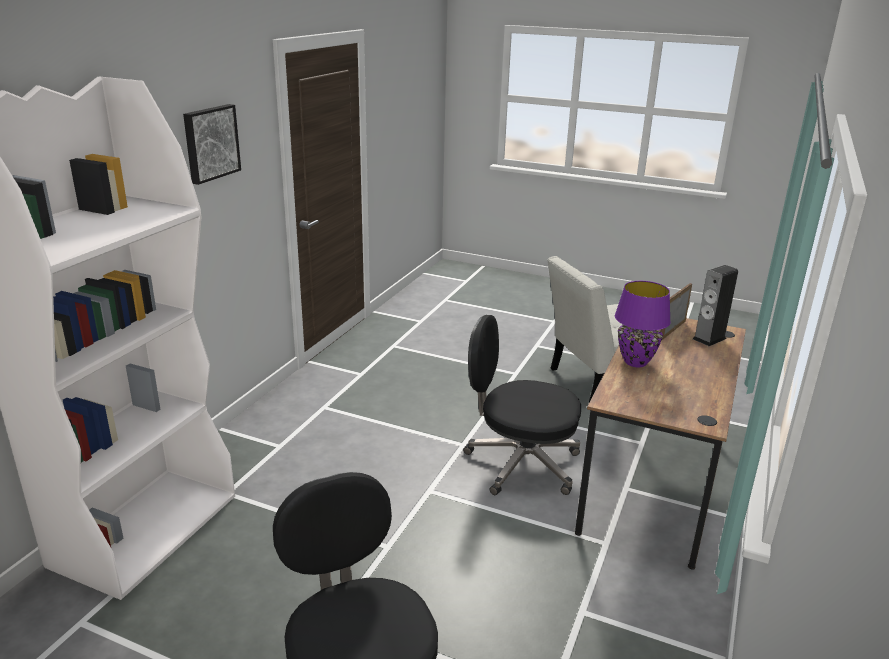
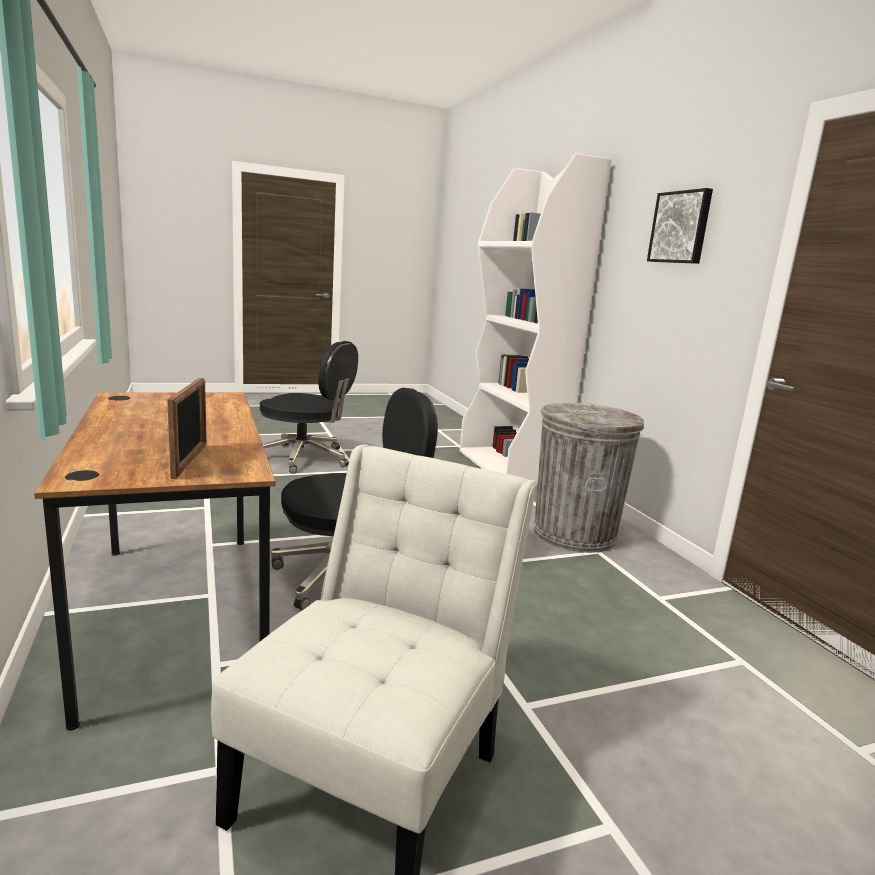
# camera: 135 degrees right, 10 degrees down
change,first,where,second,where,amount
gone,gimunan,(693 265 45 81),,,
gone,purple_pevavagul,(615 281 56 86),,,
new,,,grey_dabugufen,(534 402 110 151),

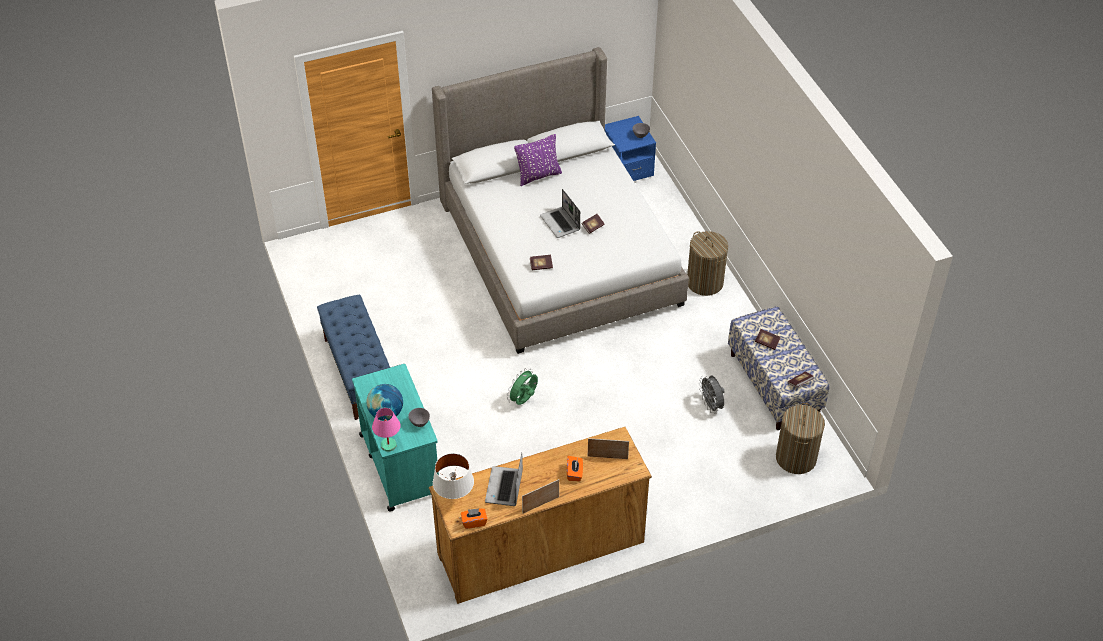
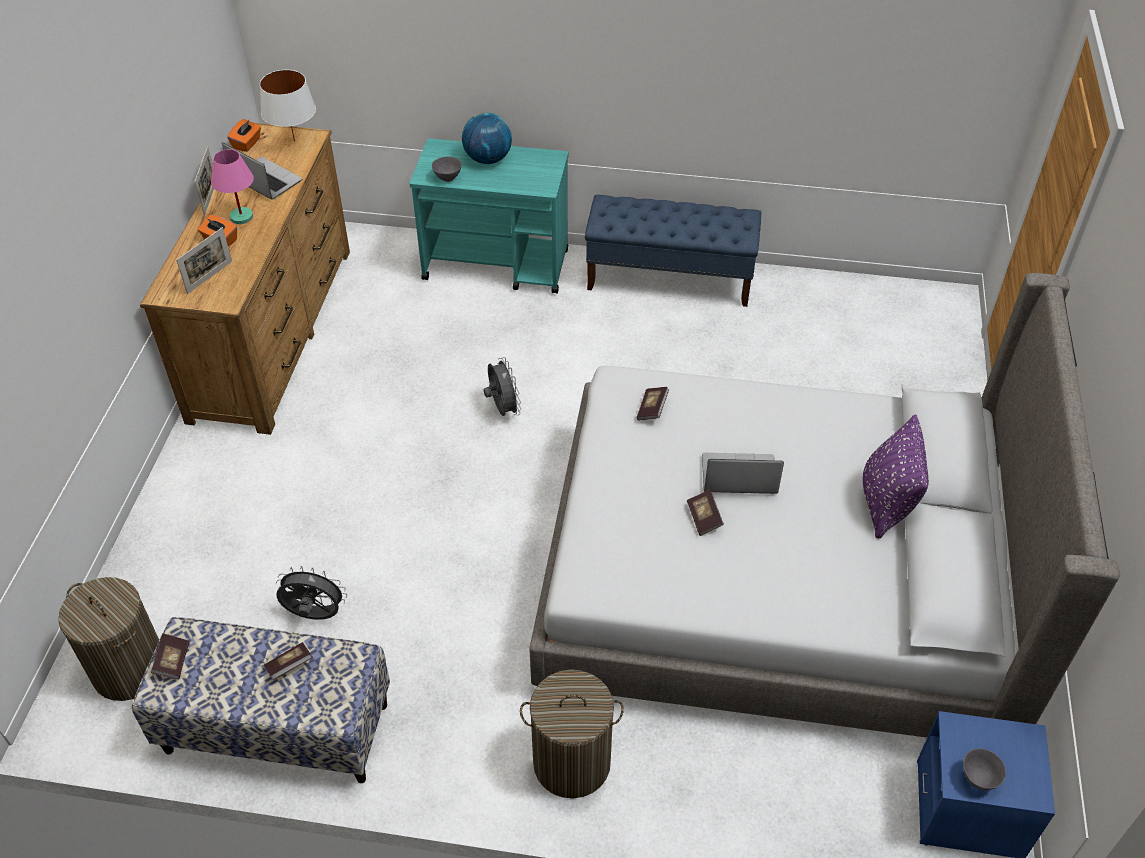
# camera: 120 degrees right, 0 degrees up
change,first,where,second,where,amount
repainted,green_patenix,(507 368 31 37),grey_patenix,(484 357 37 59),
shifted,pink_pevavagul,(372 408 29 44),,(211 149 43 75),

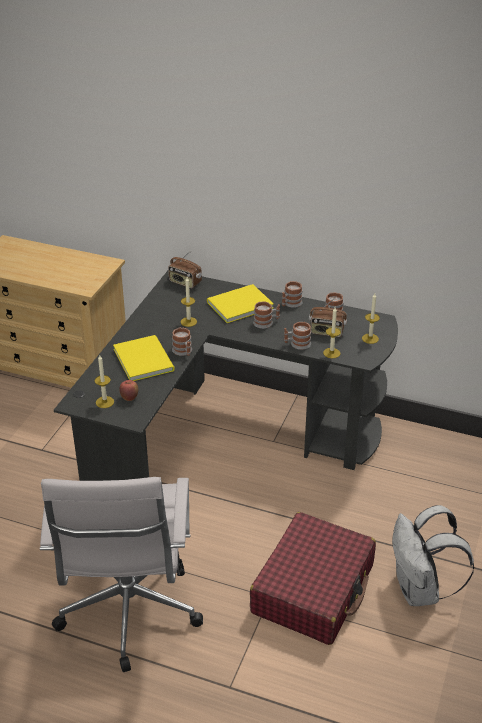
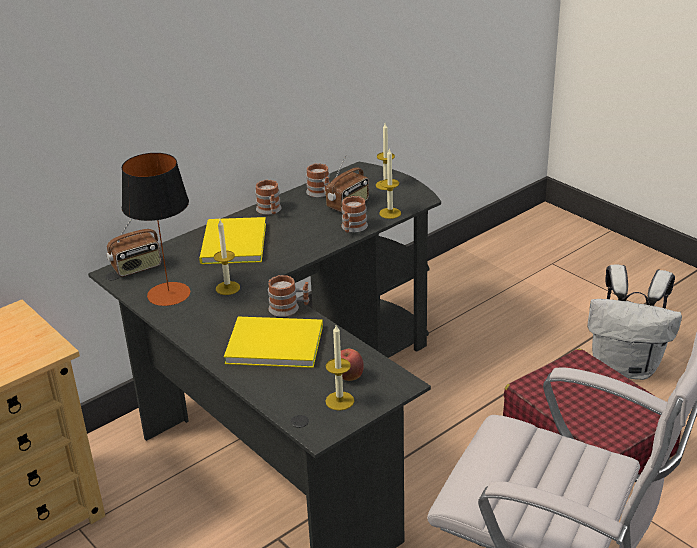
# camera: 60 degrees left, 5 degrees down
change,first,where,second,where,amount
gone,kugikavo,(253 302 27 27),,,
new,,,pevavagul,(122 153 68 153),

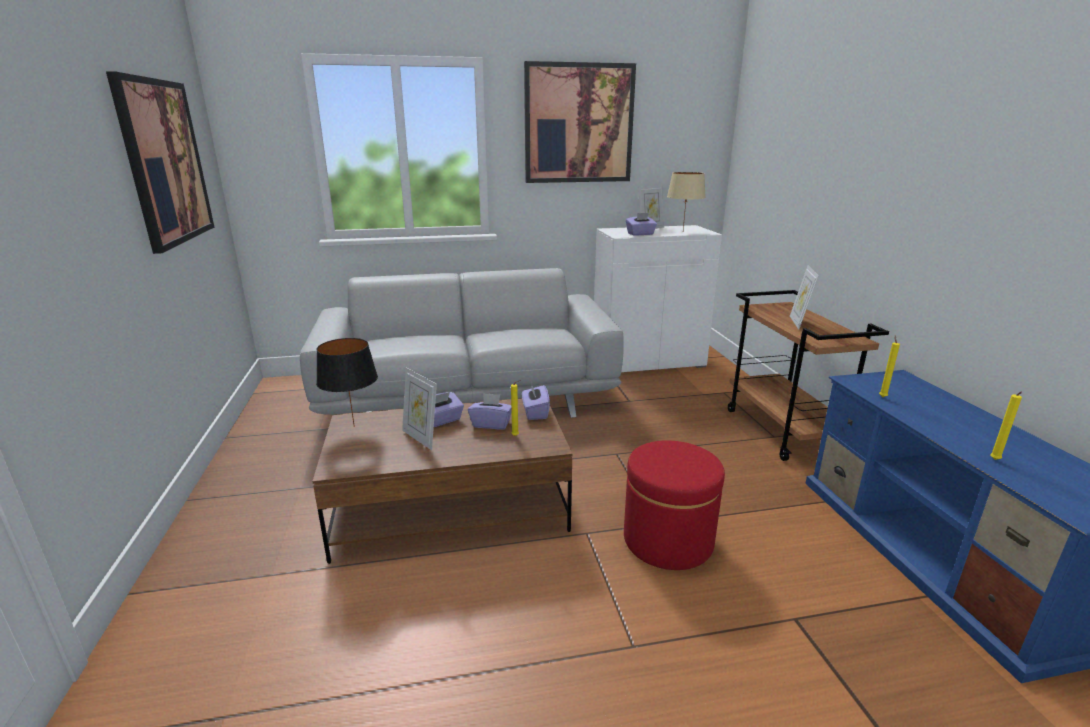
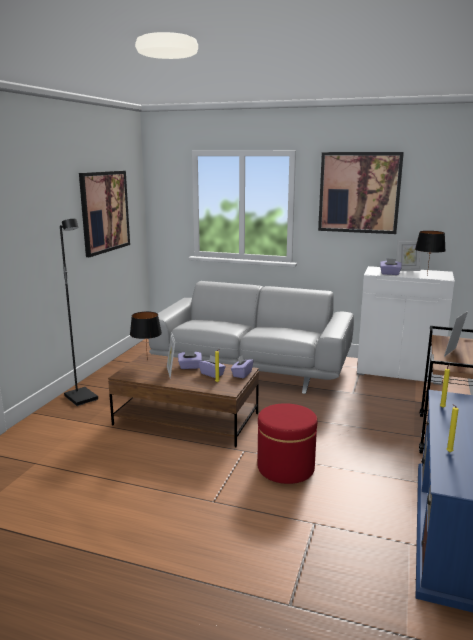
# camera: 30 degrees right, 5 degrees down
change,first,where,second,where,amount
repainted,beige_pevavagul,(667 172 39 58),black_pevavagul,(415 231 31 45),
new,,,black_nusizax,(60 219 38 187),

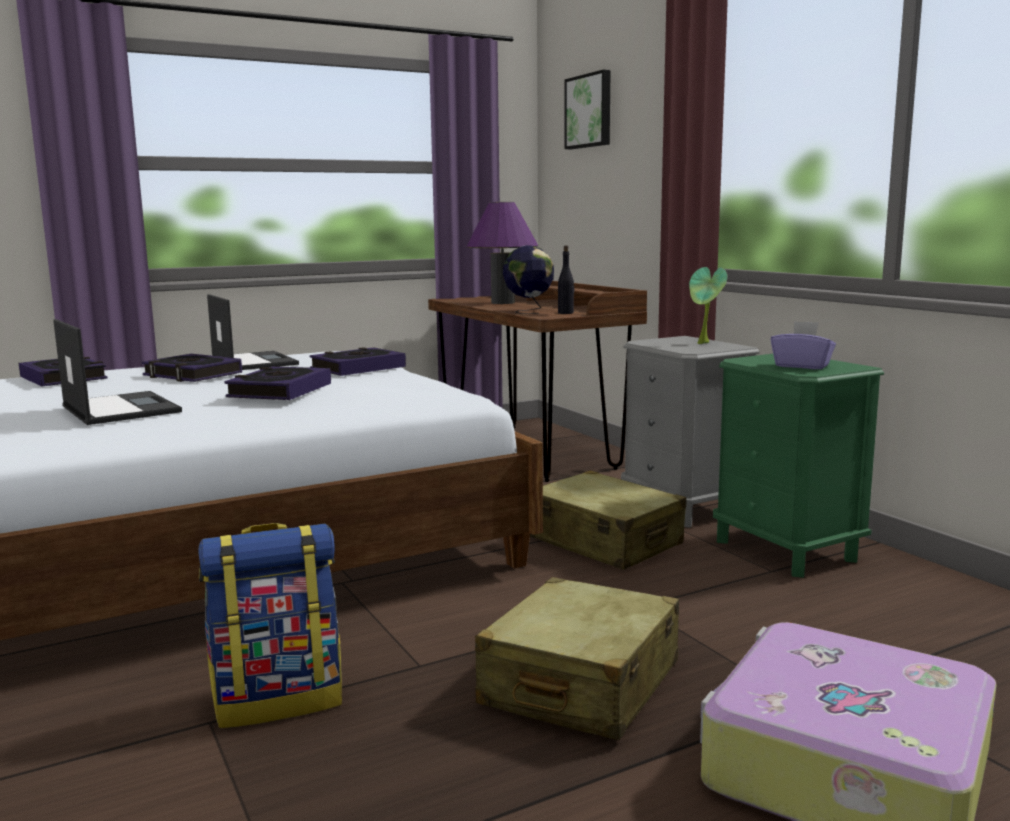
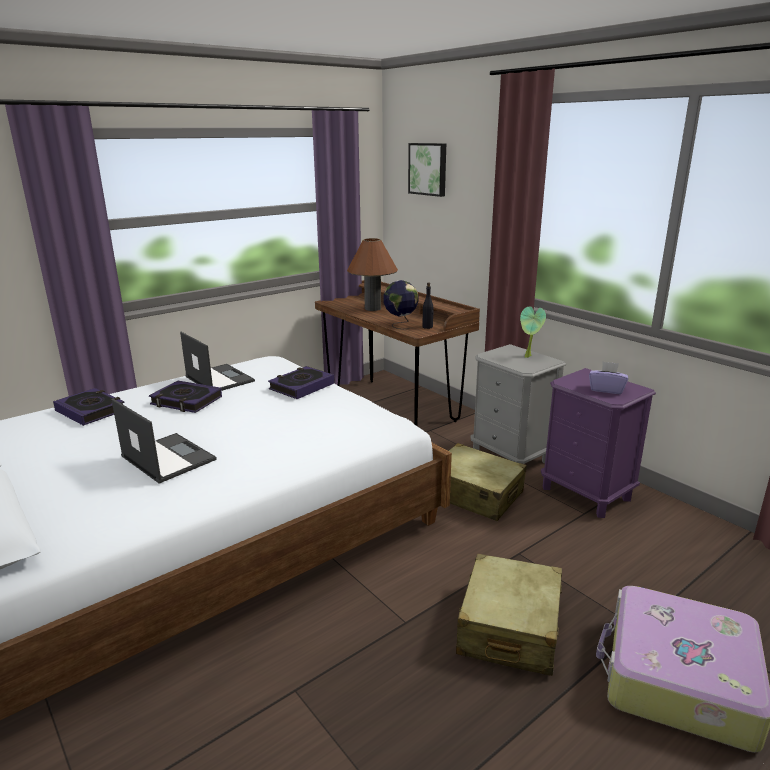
# camera: 10 degrees left, 10 degrees up
change,first,where,second,where,amount
repainted,purple_pevavagul,(466 202 72 102),brown_pevavagul,(347 238 51 73),
repainted,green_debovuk,(713 354 171 224),purple_debovuk,(541 368 115 150),
gone,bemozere,(224 366 107 34),,,
gone,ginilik,(198 523 144 205),,,

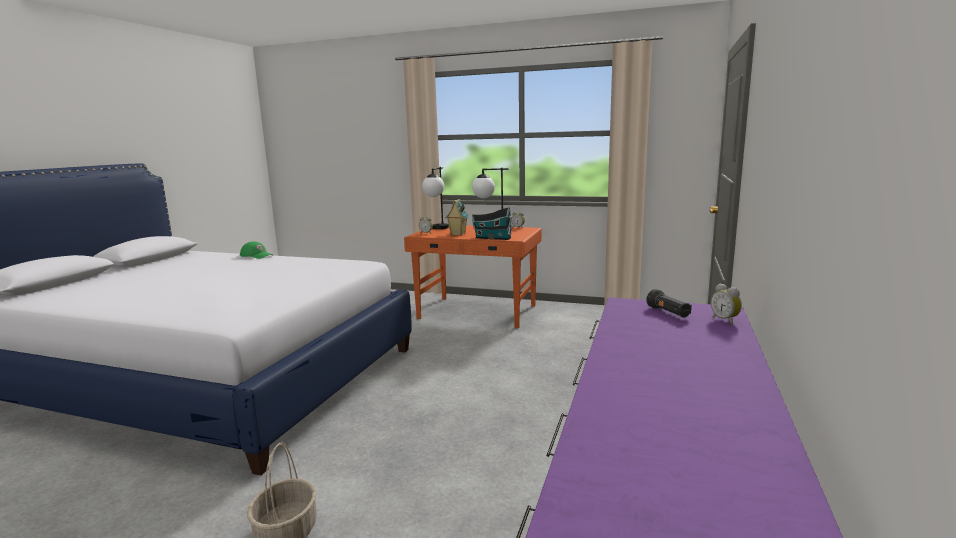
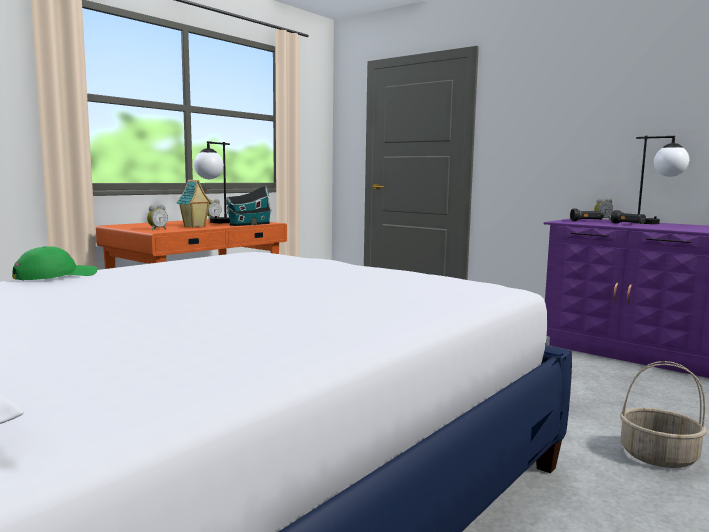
# camera: 70 degrees left, 5 degrees down
change,first,where,second,where,amount
shifted,pevavagul,(422 167 27 62),,(636 136 53 88),
new,,,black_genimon,(611 210 35 14),

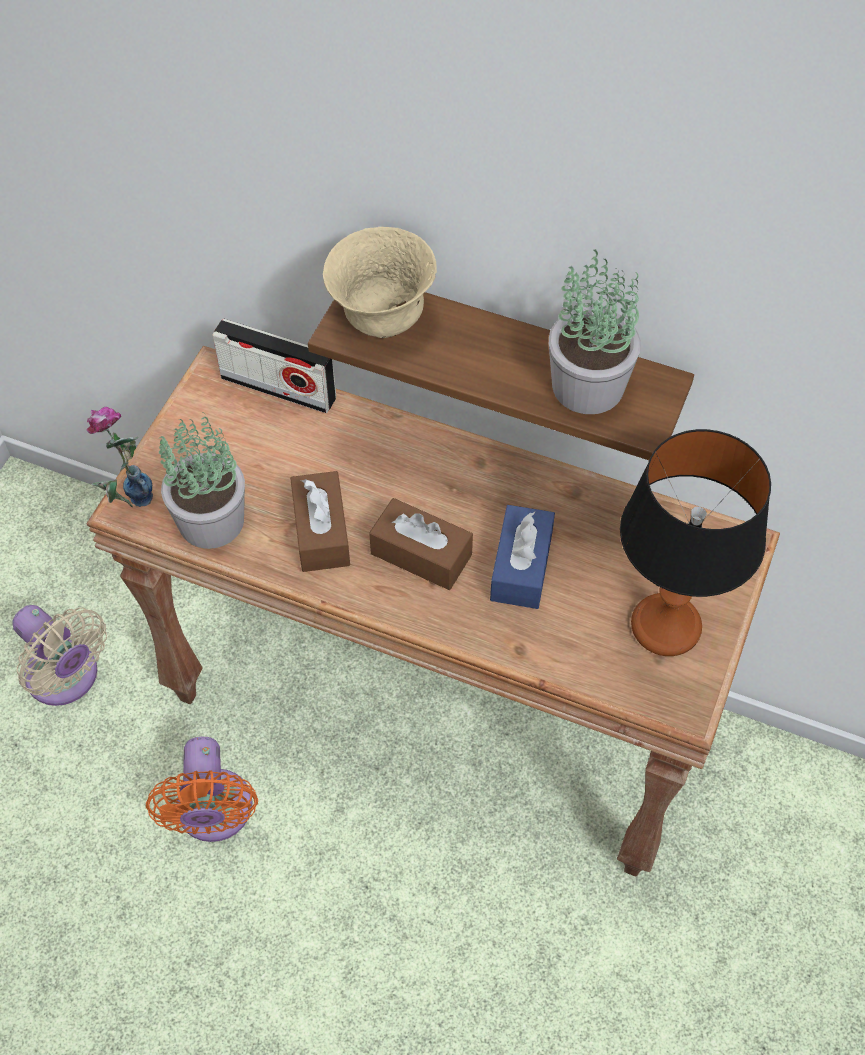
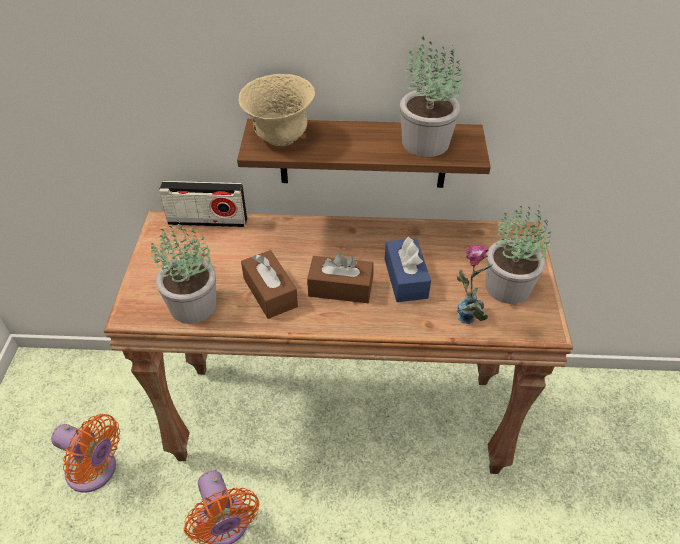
# camera: 20 degrees left, 10 degrees down
change,first,where,second,where,amount
shifted,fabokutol,(86 406 67 101),,(457 246 36 78),
swapped,pevavagul,(620 429 151 227),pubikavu,(486 205 66 99),
repainted,beige_patenix,(13 605 94 101),orange_patenix,(51 414 69 79),

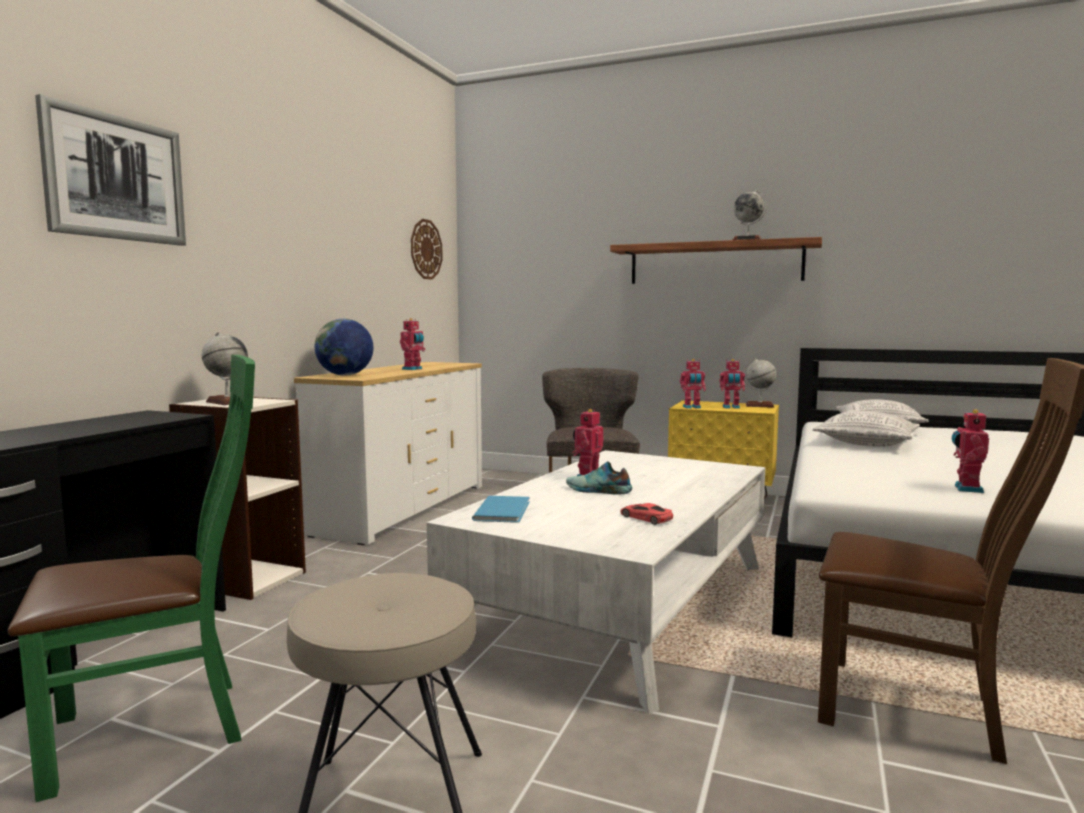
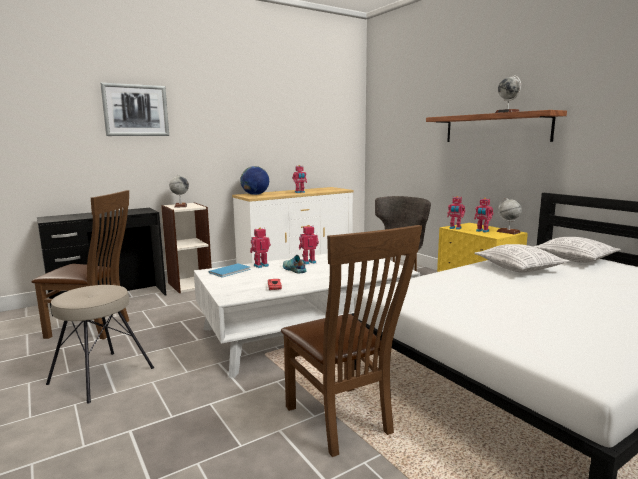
# camera: 35 degrees right, 5 degrees up
change,first,where,second,where,amount
gone,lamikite,(411 219 32 61),,,
repainted,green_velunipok,(8 355 247 447),brown_velunipok,(31 190 98 149),
shifted,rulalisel,(952 409 37 84),,(250 228 21 40),

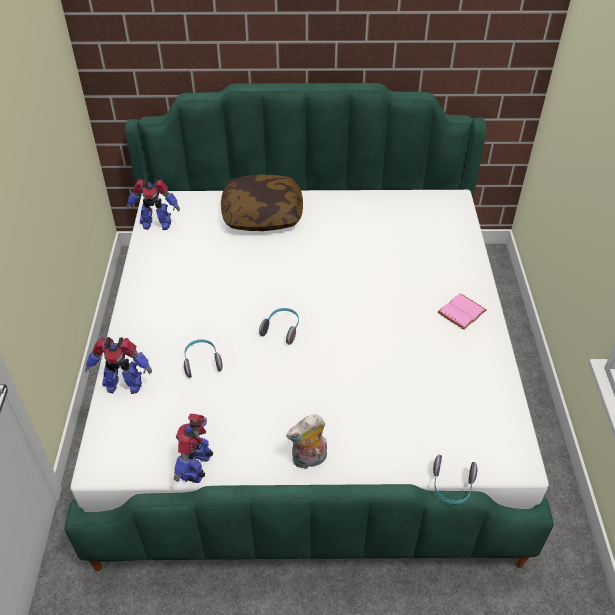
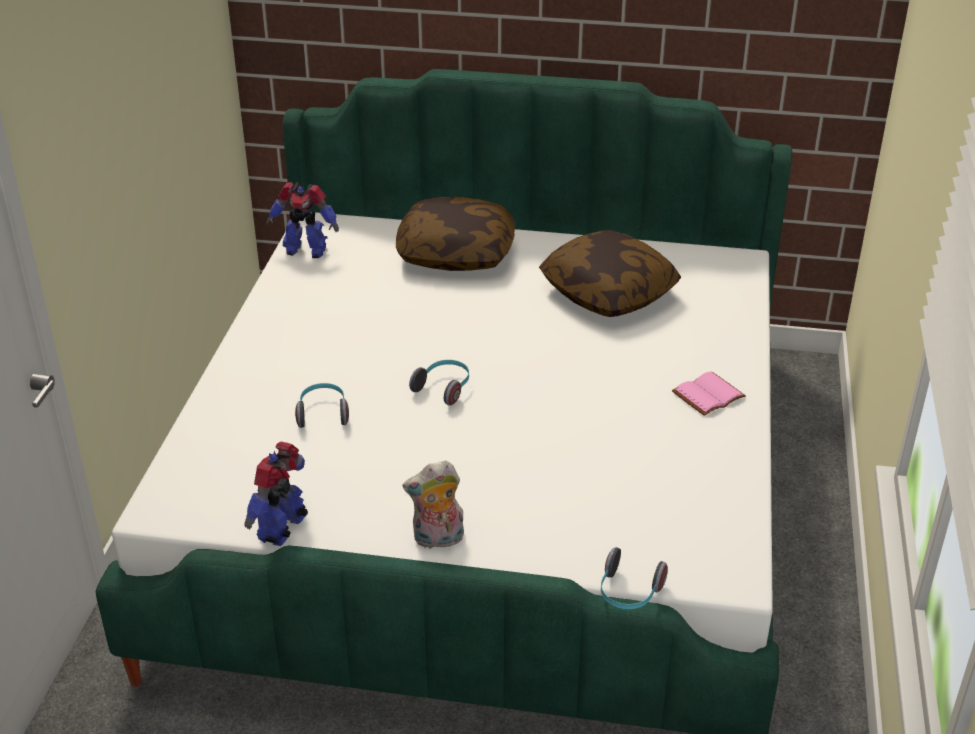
# camera: 10 degrees right, 10 degrees down
change,first,where,second,where,amount
gone,rulalisel,(85 337 67 57),,,
new,,,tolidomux,(539 230 142 87),

